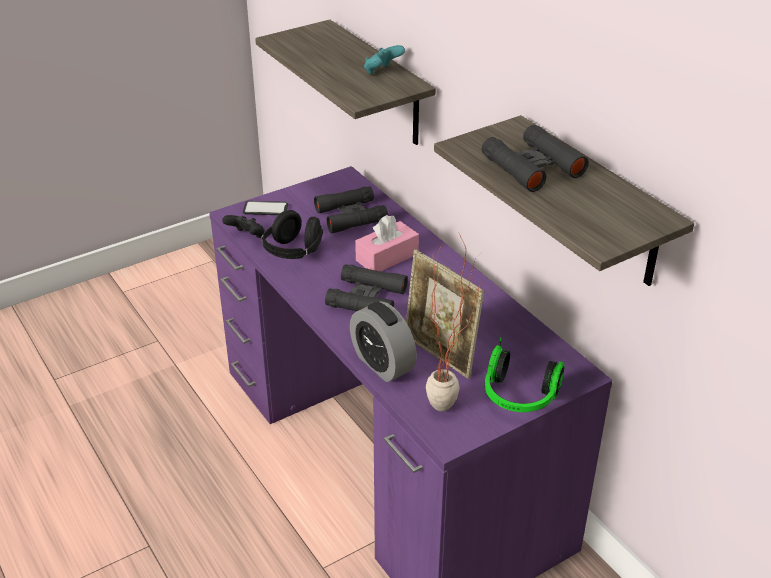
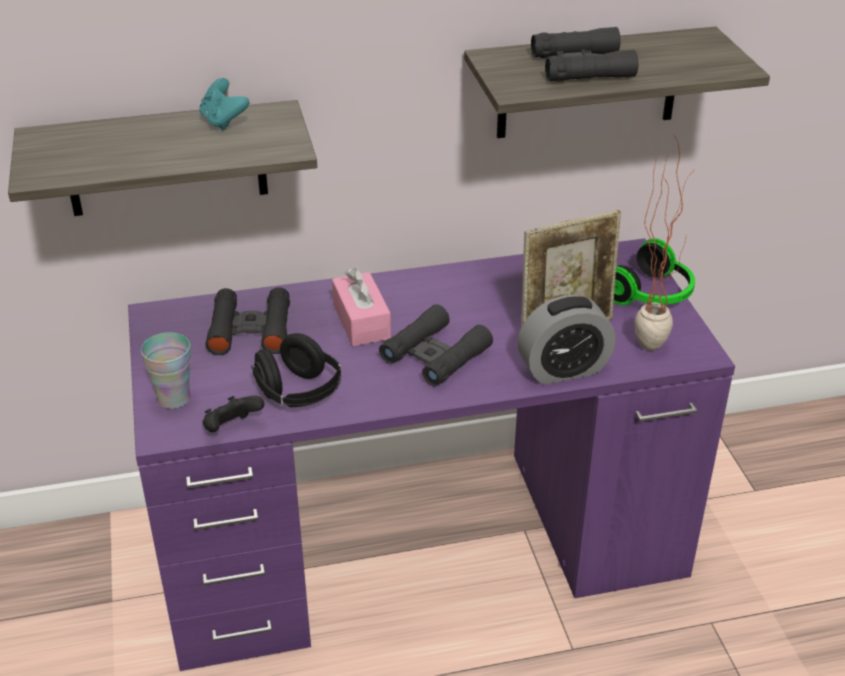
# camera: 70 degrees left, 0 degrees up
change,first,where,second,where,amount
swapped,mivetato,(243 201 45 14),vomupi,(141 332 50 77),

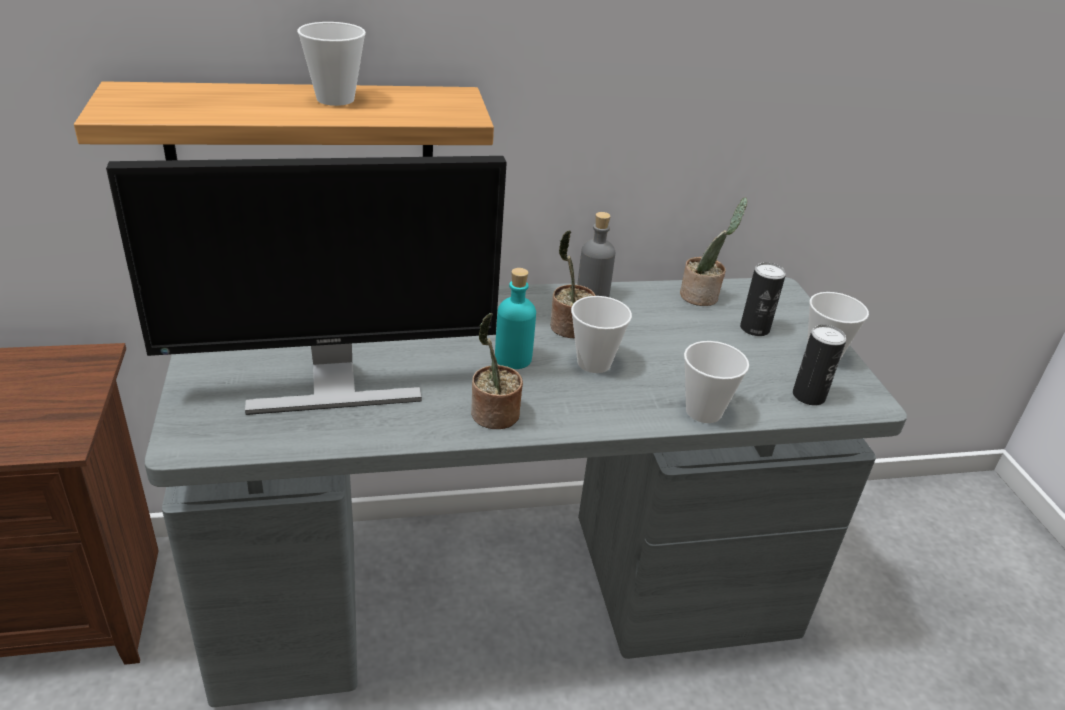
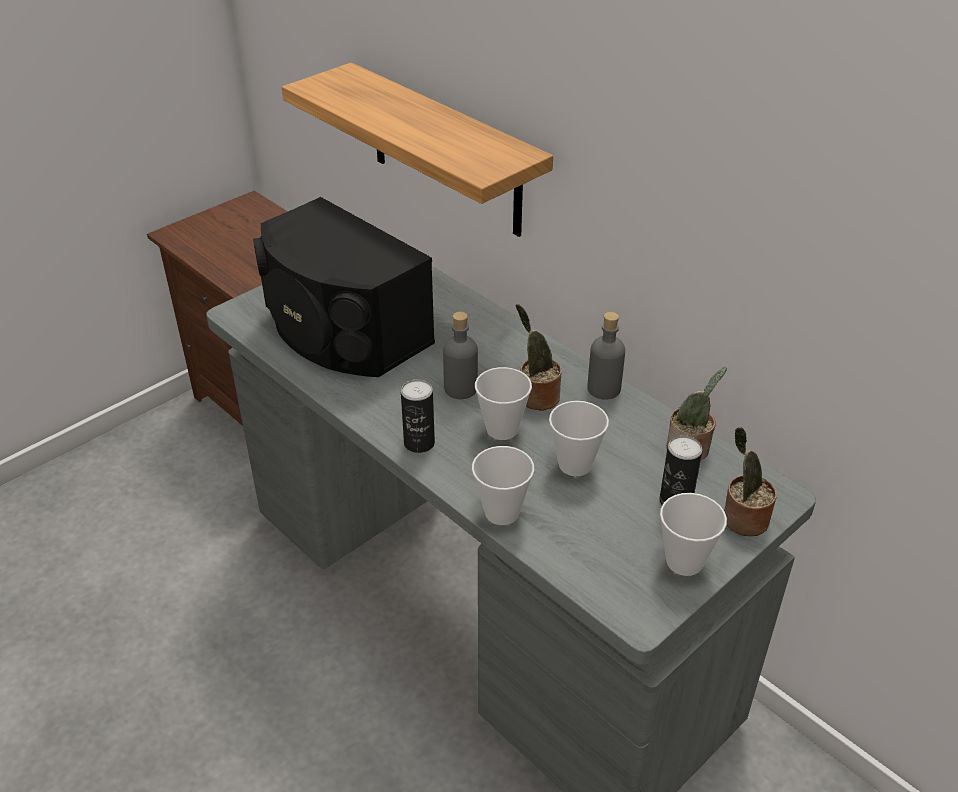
# camera: 60 degrees right, 5 degrees up
change,first,where,second,where,amount
shifted,vomupi,(297 22 69 84),,(549 401 60 75),
swapped,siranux,(106 156 401 259),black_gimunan,(253 197 182 180),
repainted,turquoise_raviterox,(495 268 41 101),grey_raviterox,(443 312 35 87),
shifted,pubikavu,(471 313 52 116),,(724 427 53 109),
shifted,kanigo,(793 325 53 80),,(401 379 34 74),

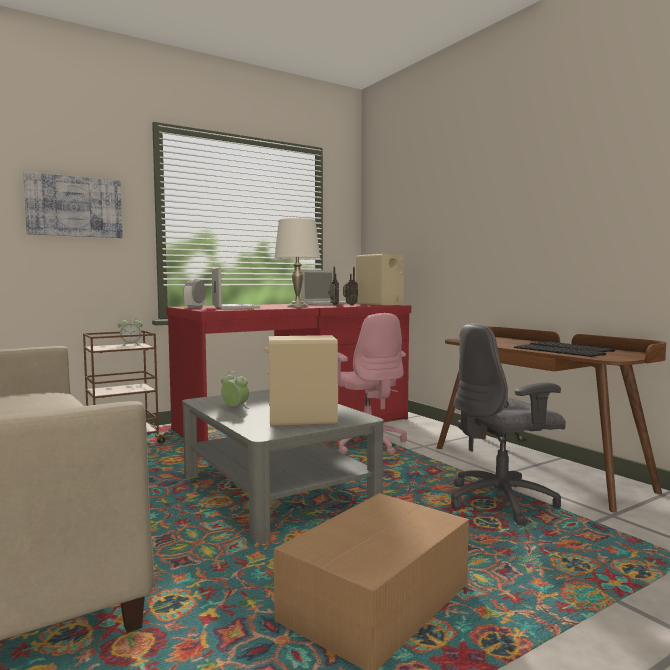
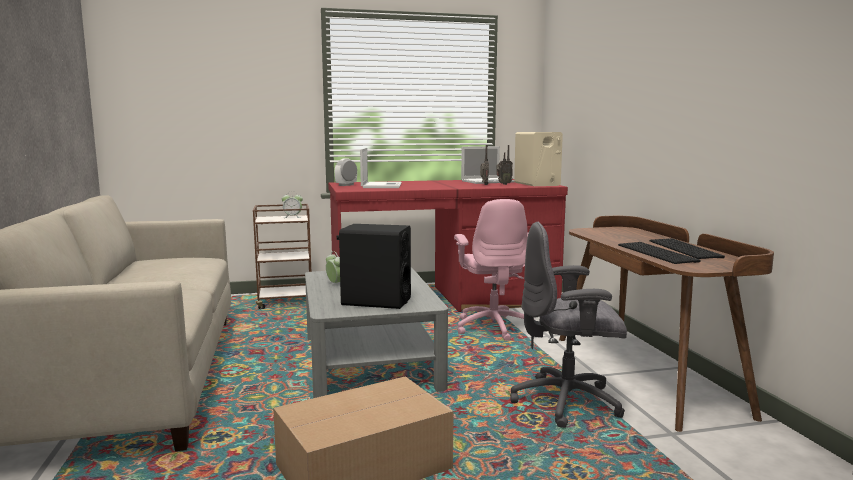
# camera: 20 degrees right, 5 degrees up
change,first,where,second,where,amount
gone,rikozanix,(23 172 100 66),,,
gone,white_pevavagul,(274 218 46 90),,,
repainted,beige_gimunan,(264 335 74 91),black_gimunan,(336 224 75 85),

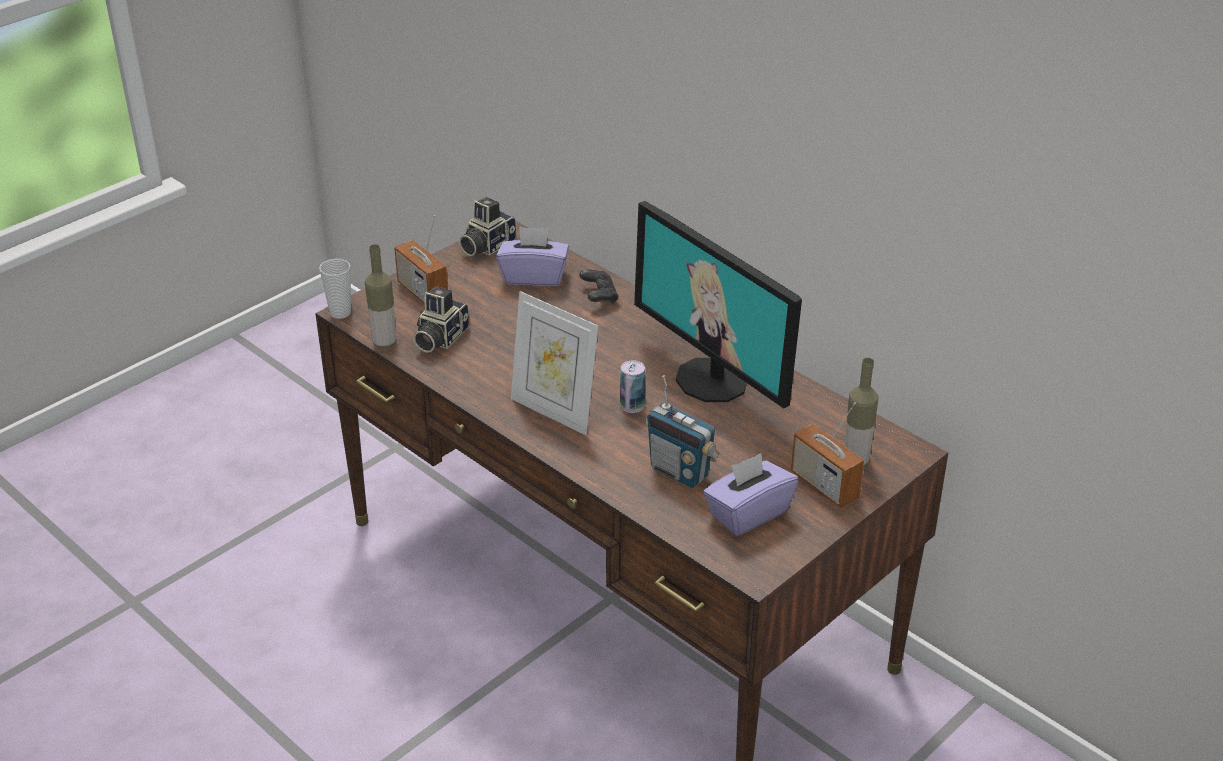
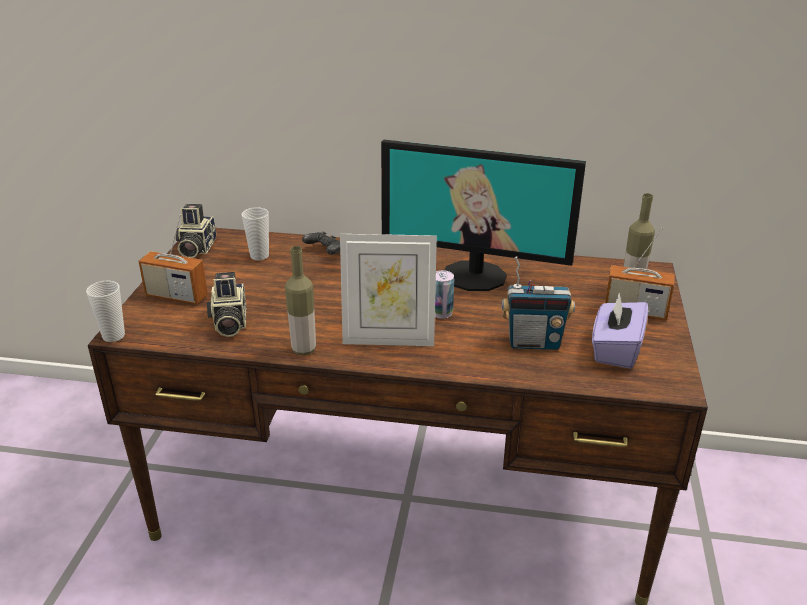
# camera: 35 degrees left, 5 degrees down
change,first,where,second,where,amount
swapped,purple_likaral,(496 227 73 59),vomupi,(241 207 28 53),
shifted,raviterox,(365 244 31 105),,(285 246 31 109),

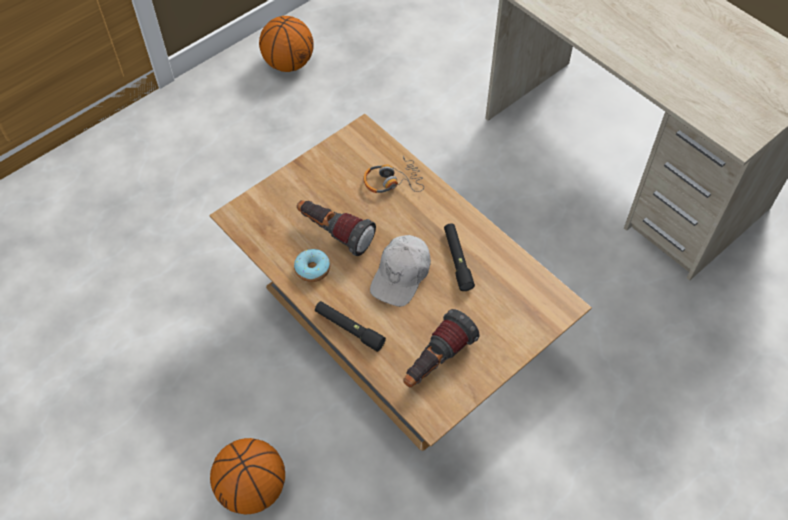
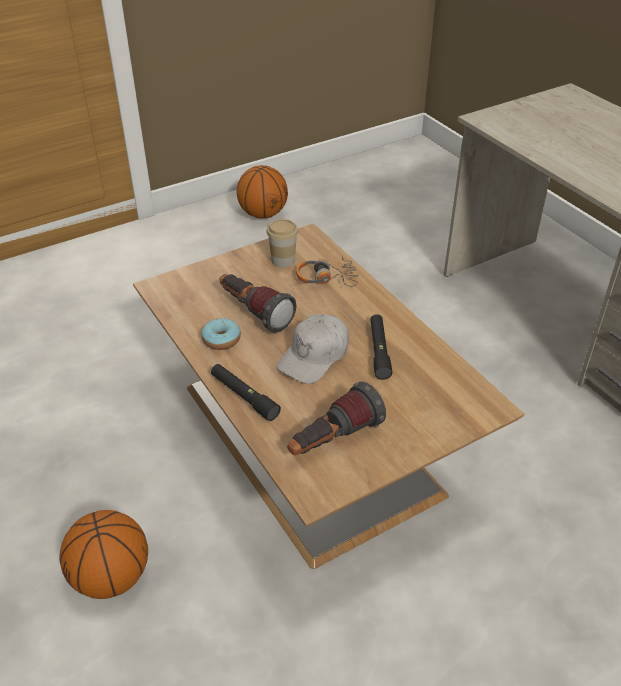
# camera: 10 degrees right, 15 degrees down
change,first,where,second,where,amount
new,,,vomupi,(266 219 32 49),

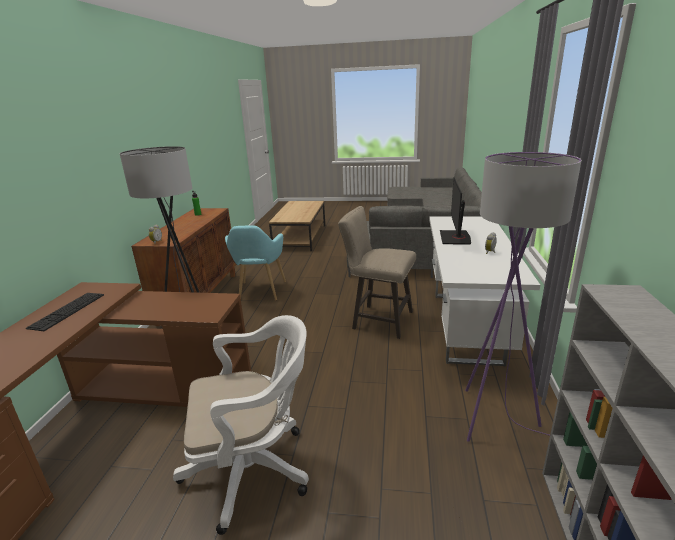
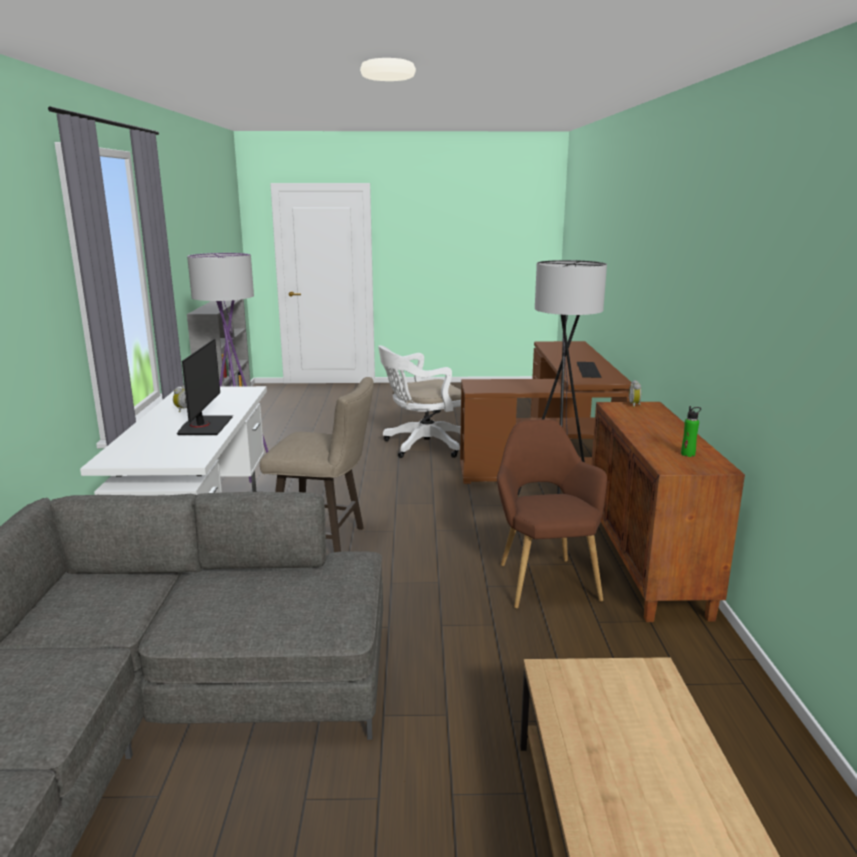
# camera: 170 degrees right, 5 degrees down
change,first,where,second,where,amount
repainted,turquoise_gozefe,(225 225 61 76),brown_gozefe,(497 419 110 190),

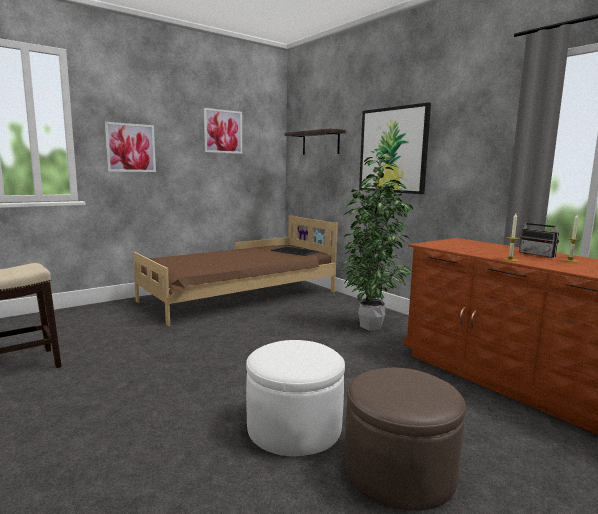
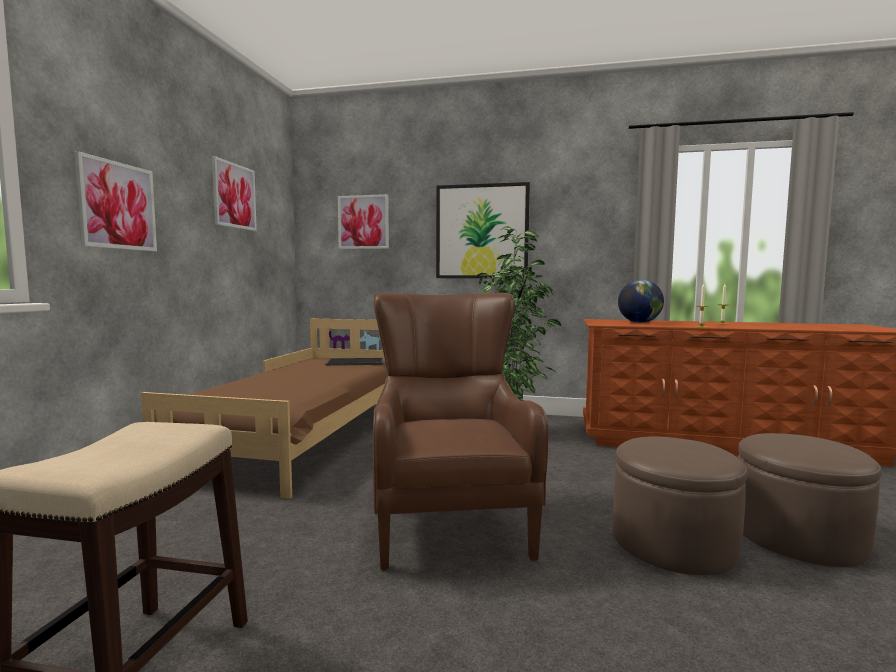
# camera: 40 degrees left, 5 degrees down
change,first,where,second,where,amount
swapped,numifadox,(284 128 62 27),rikozanix,(338 194 51 55),
gone,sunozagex,(519 216 40 42),,,
repainted,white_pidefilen,(246 340 99 116),brown_pidefilen,(613 436 135 139),
new,,,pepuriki,(618 280 46 43),
new,,,brown_gozefe,(373 293 175 277),

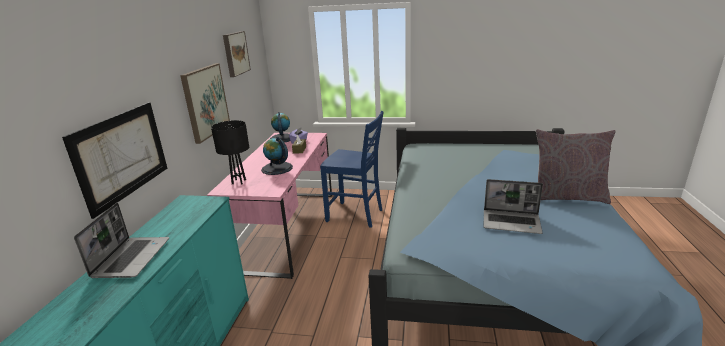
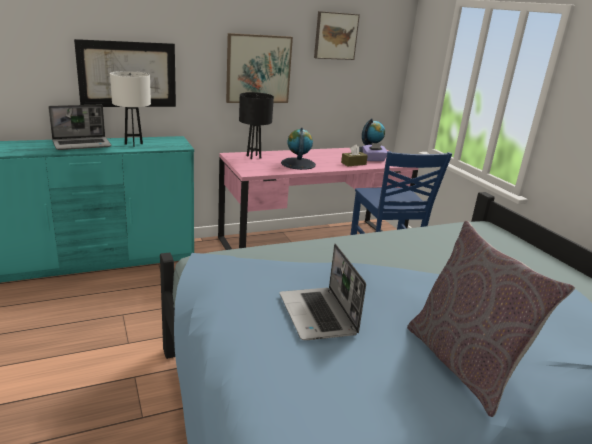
# camera: 55 degrees right, 0 degrees up
change,first,where,second,where,amount
new,,,white_pevavagul,(110 71 41 76),

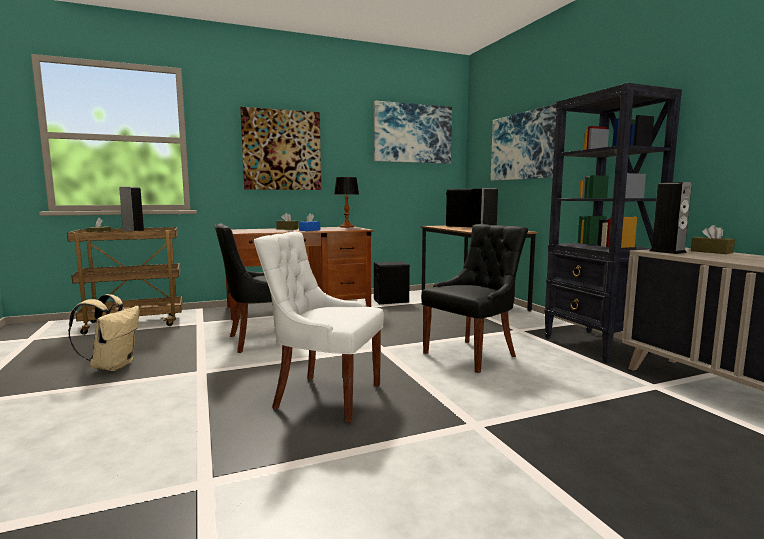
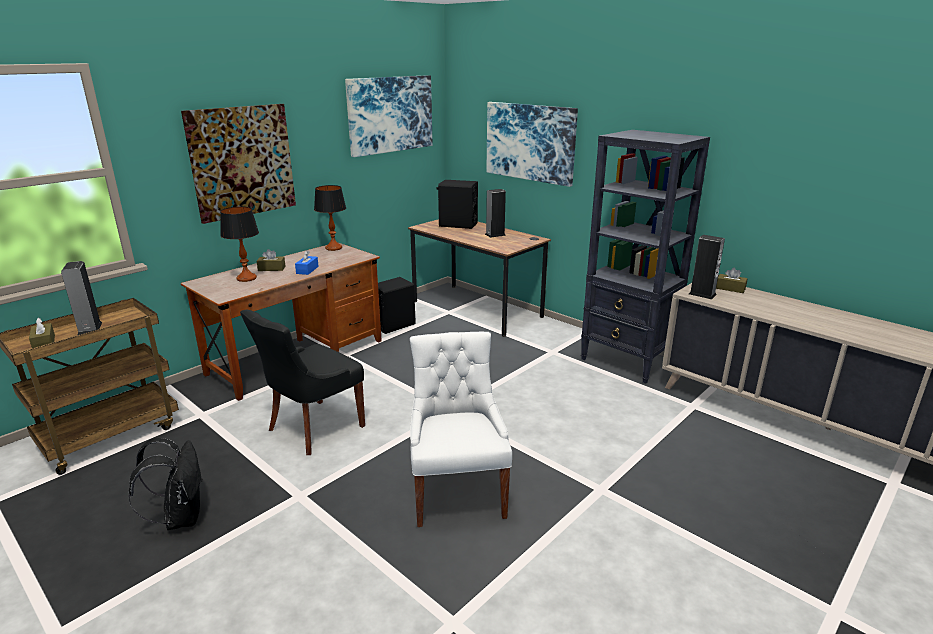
# camera: 25 degrees left, 15 degrees up
change,first,where,second,where,amount
gone,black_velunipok,(421 224 107 149),,,
rotated,white_velunipok,(254 231 130 192),,(410 332 102 195),90 degrees clockwise
repainted,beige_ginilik,(68 294 71 77),black_ginilik,(128 438 75 92),
new,,,pevavagul,(220 207 39 75),

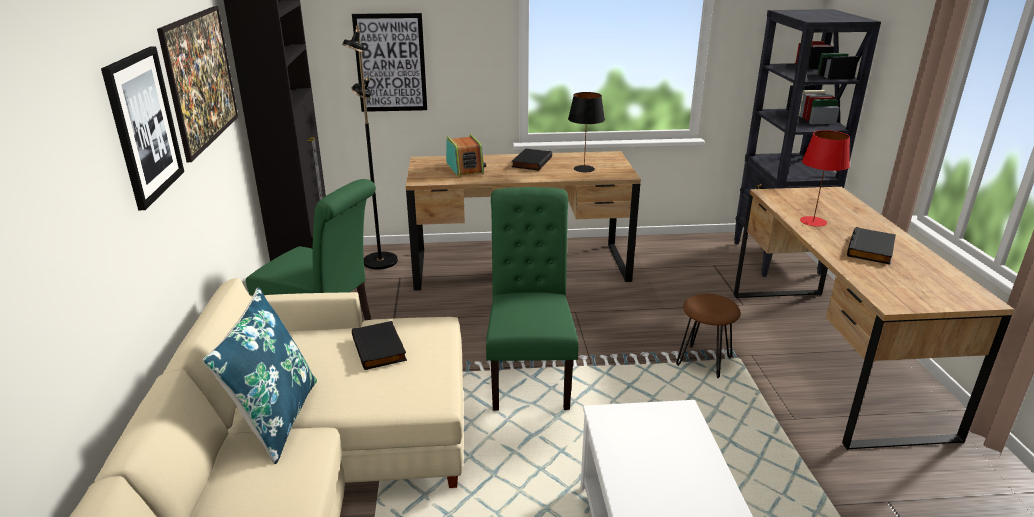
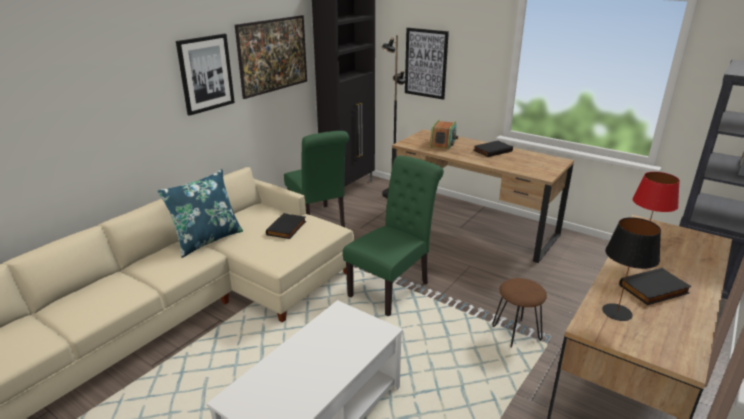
# camera: 40 degrees right, 0 degrees up
change,first,where,second,where,amount
shifted,black_pevavagul,(568 92 37 81),,(602 217 59 104),

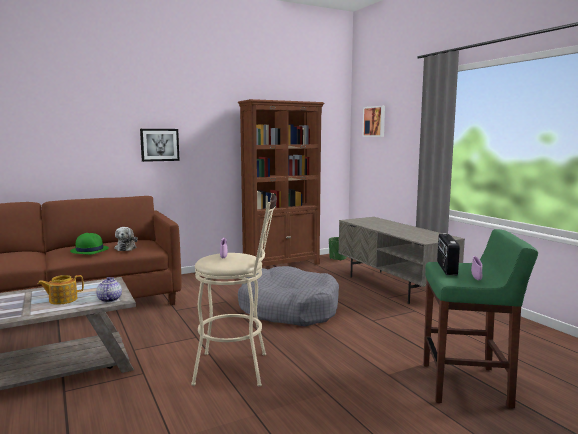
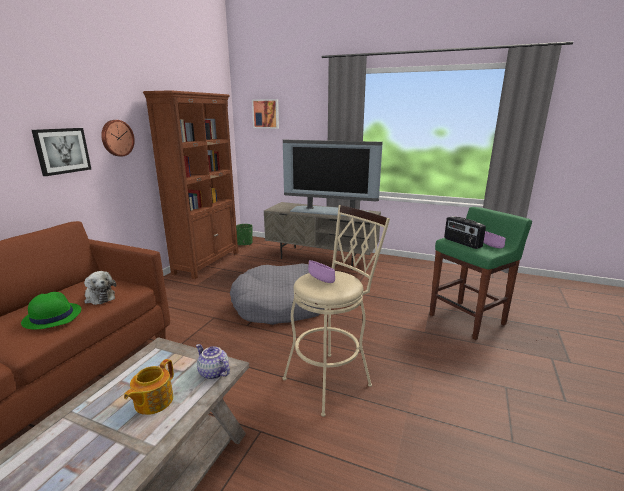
# camera: 40 degrees left, 10 degrees up
change,first,where,second,where,amount
new,,,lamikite,(101 120 34 37),
new,,,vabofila,(283 140 100 76),

